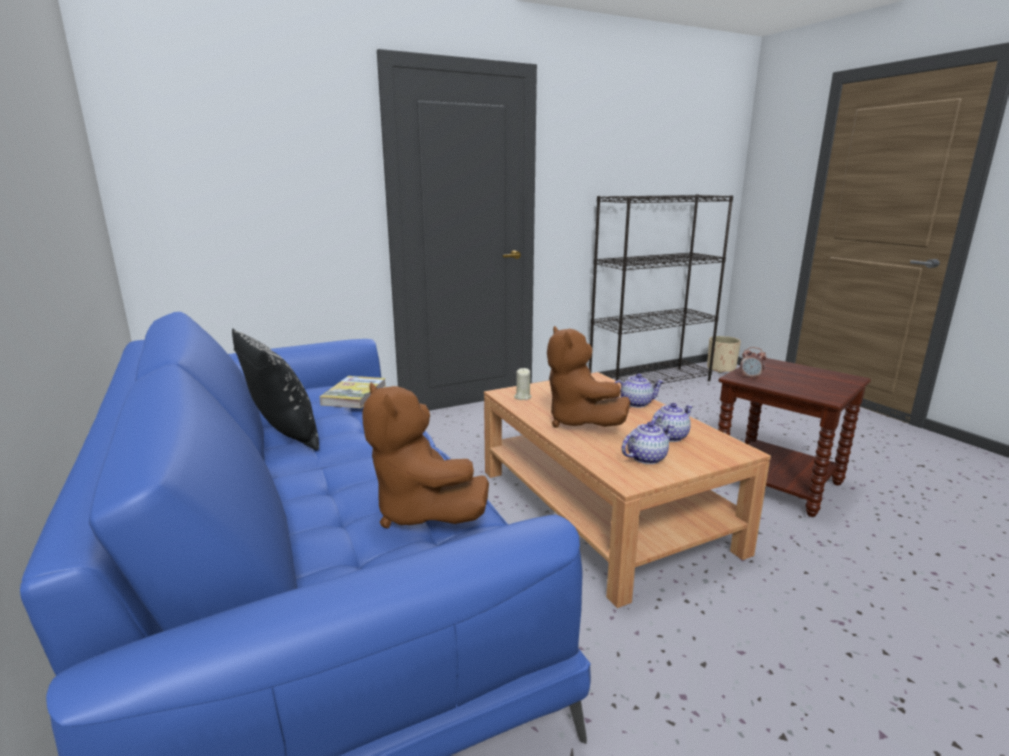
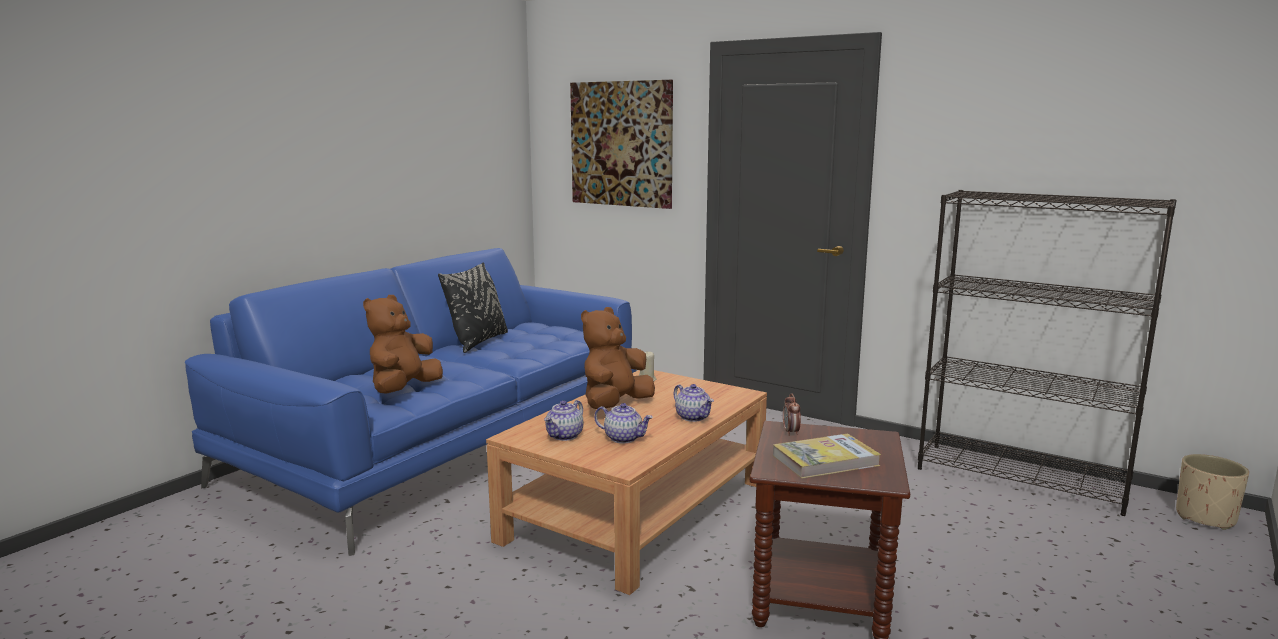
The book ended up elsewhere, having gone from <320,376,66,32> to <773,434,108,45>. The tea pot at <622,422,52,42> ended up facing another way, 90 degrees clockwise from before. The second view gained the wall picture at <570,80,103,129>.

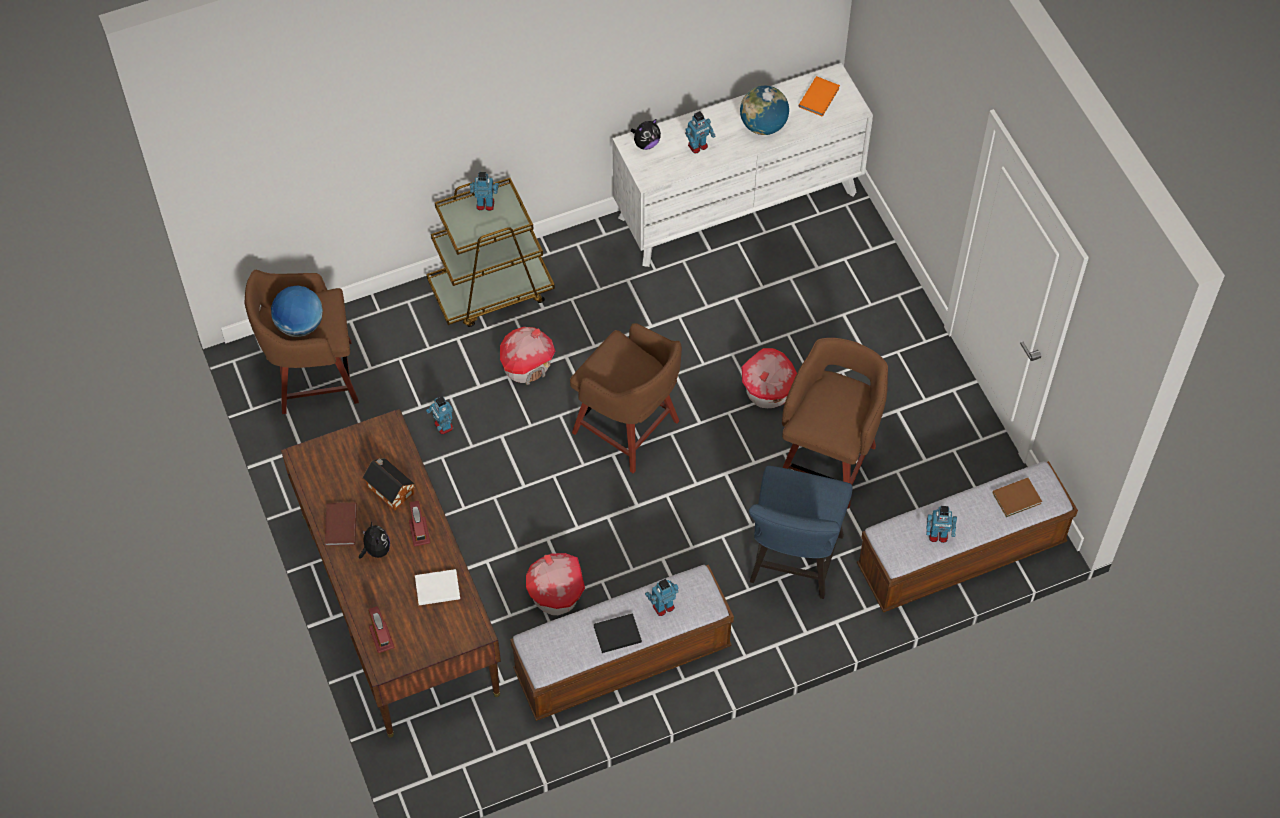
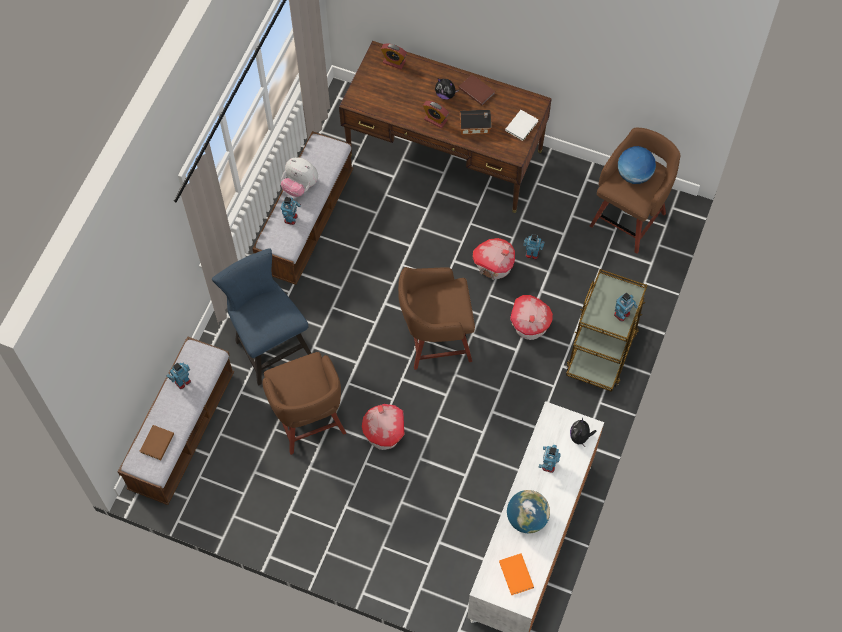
The whitish book ended up elsewhere, having gone from <415,569,45,36> to <505,110,34,31>. The miniature house ended up elsewhere, having gone from <526,553,59,62> to <472,238,43,42>. Where the black book stood at <594,613,48,40>, the soft toy came to stand at <281,157,37,40>.

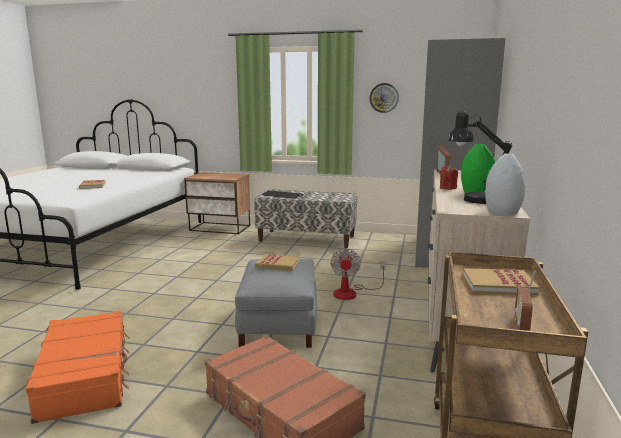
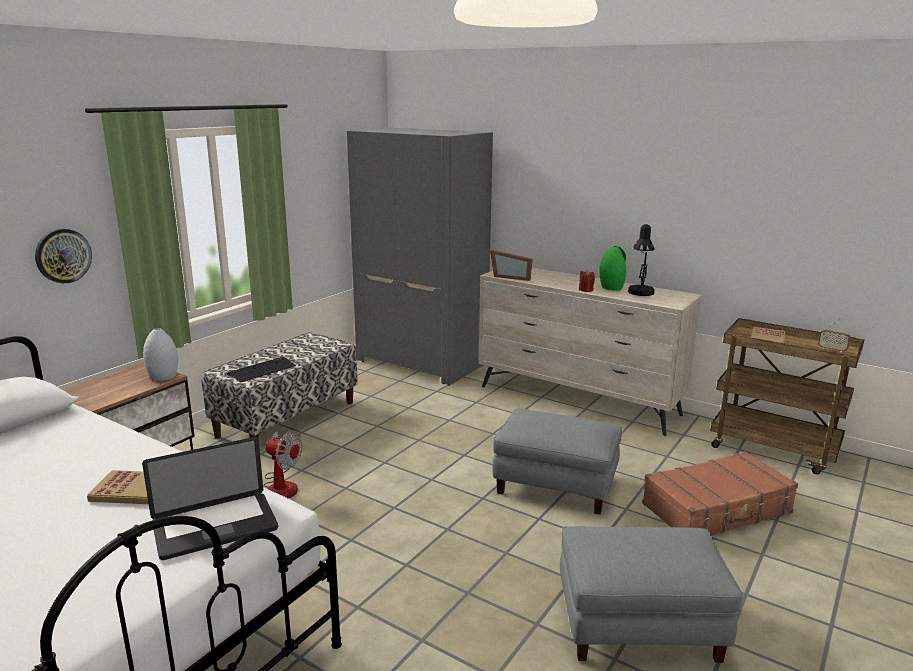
Where the orange suitcase stood at <25,311,105,113>, the grey pouffe came to stand at <560,526,183,137>. The second view lost the book at <255,254,45,17>. The fan ended up elsewhere, having gone from <331,249,55,51> to <263,431,40,67>. The hanging clock ended up elsewhere, having gone from <370,83,29,30> to <35,229,57,54>. The grey vase ended up elsewhere, having gone from <485,153,41,62> to <143,328,35,53>. The second view gained the laptop at <142,437,136,123>.

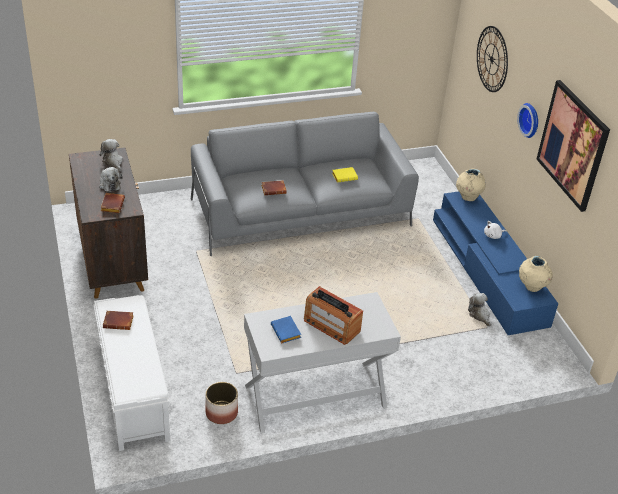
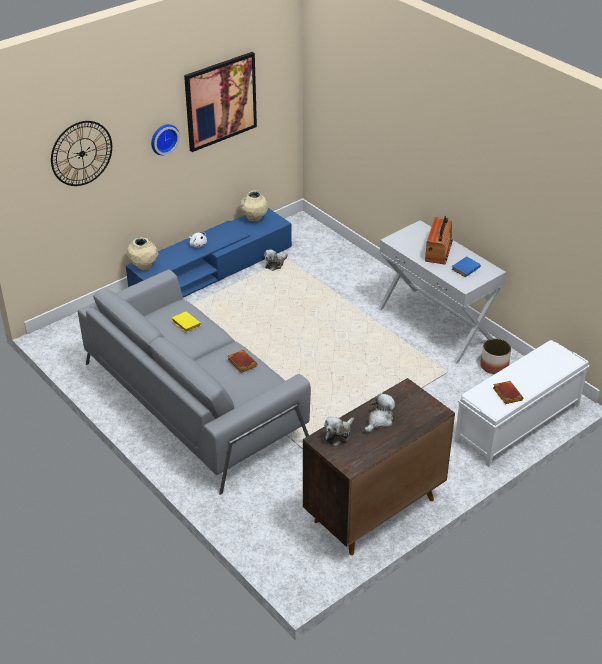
The second view lost the brown book at <101,193,24,20>.

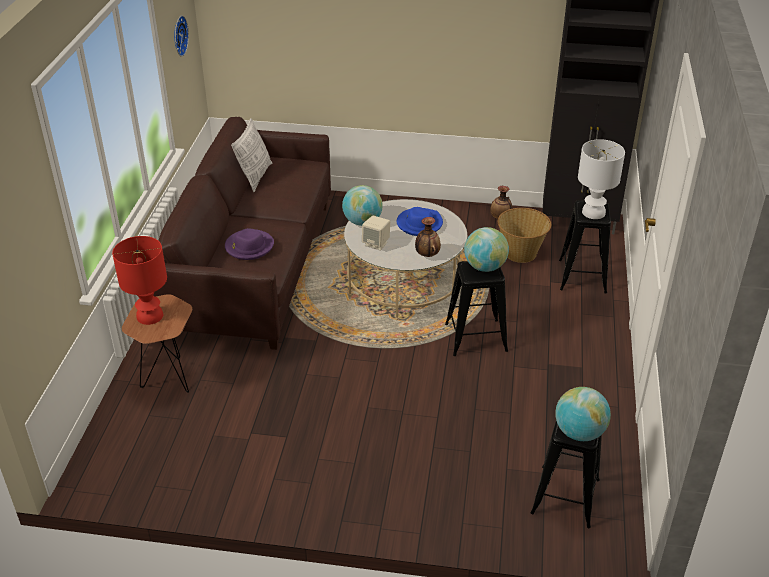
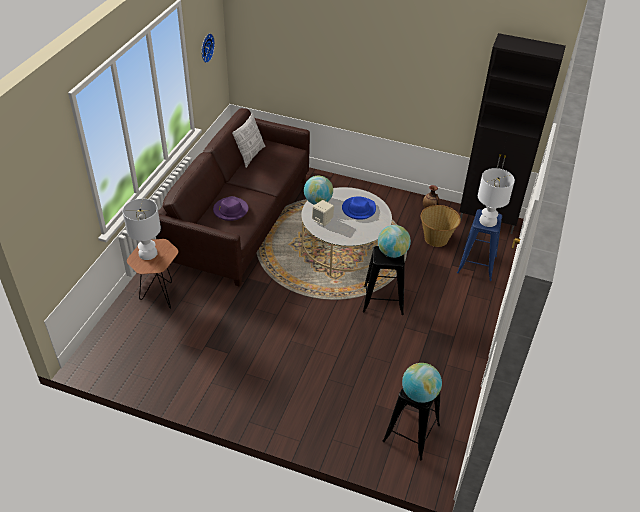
What was the red-coloured table lamp at <112,236,55,89> turned into the whitish table lamp at <123,199,38,61>. The second view lost the vase at <415,217,26,40>. What was the black stool at <559,200,52,94> turned into the bluish stool at <457,209,45,72>.

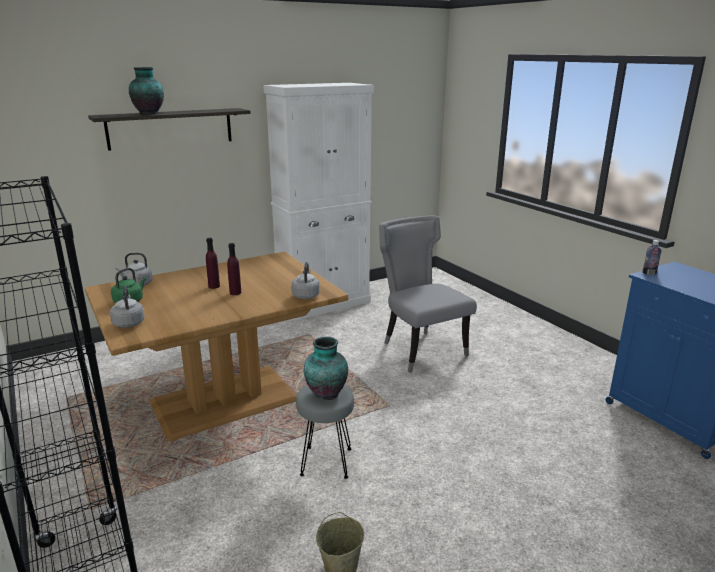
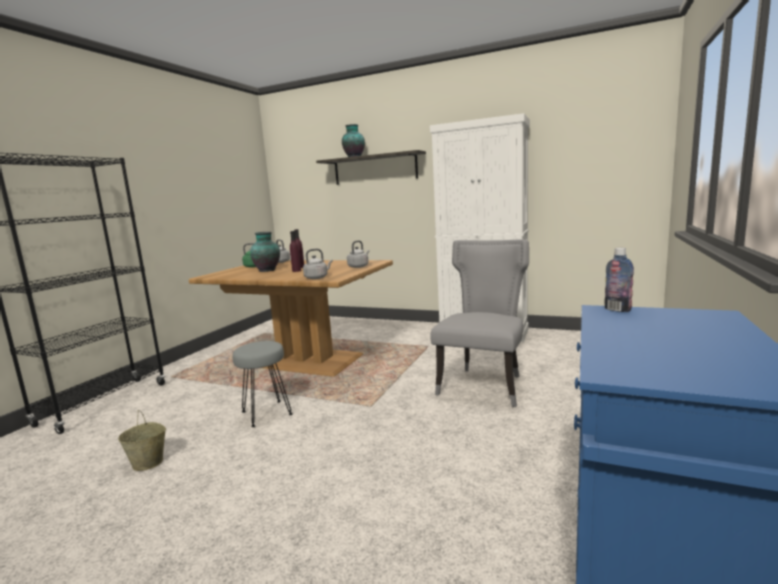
The grey water kettle ended up elsewhere, having gone from <110,286,35,42> to <347,240,22,28>. The vase ended up elsewhere, having gone from <304,337,44,63> to <250,232,30,40>.

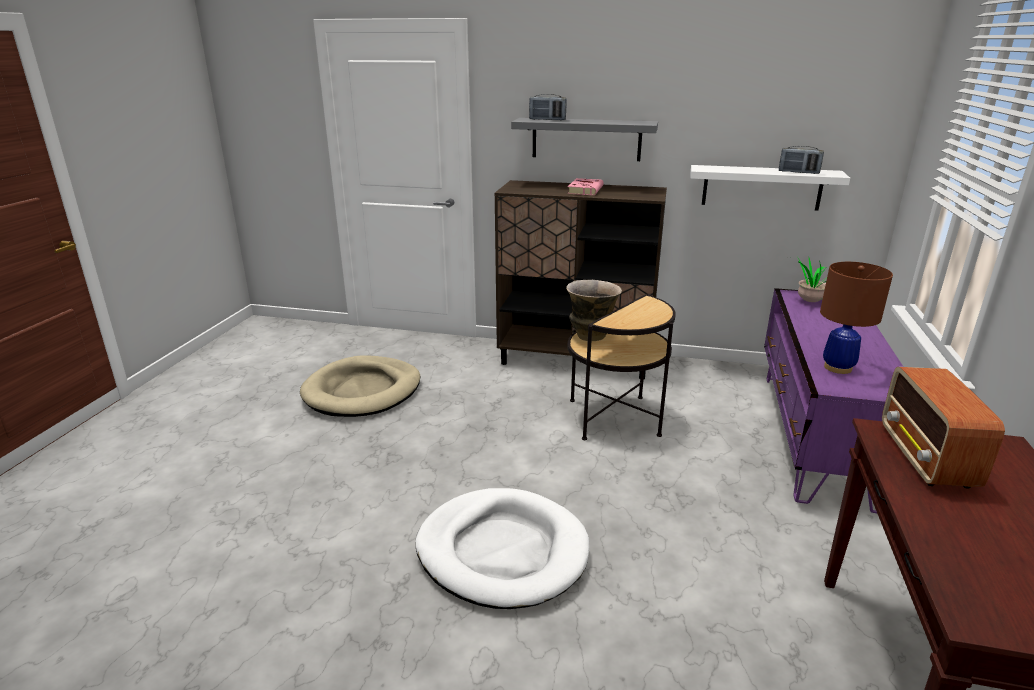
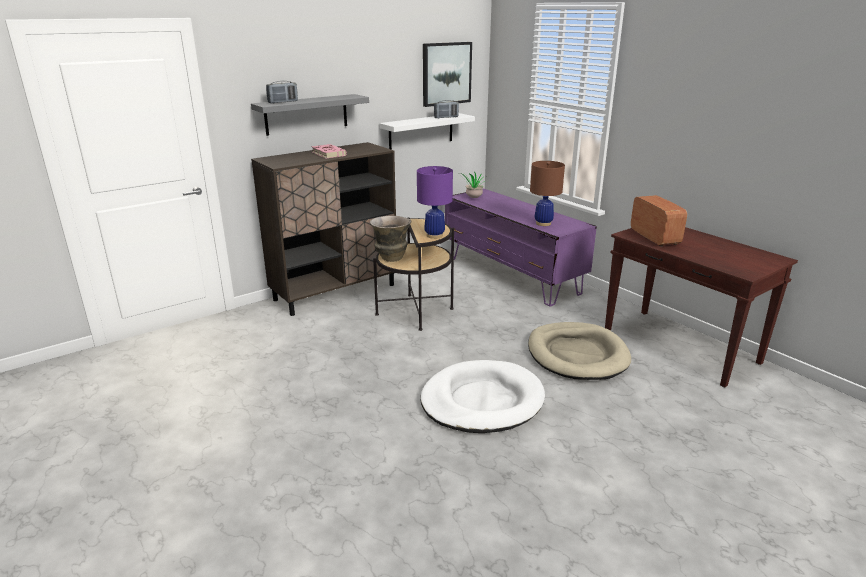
The beige-coloured dog bed ended up elsewhere, having gone from <300,355,120,62> to <528,322,103,58>. The radio at <882,367,123,122> ended up facing another way, 150 degrees counterclockwise from before. The second view gained the purple-coloured table lamp at <417,166,36,73>. The second view gained the wall picture at <423,42,49,65>.

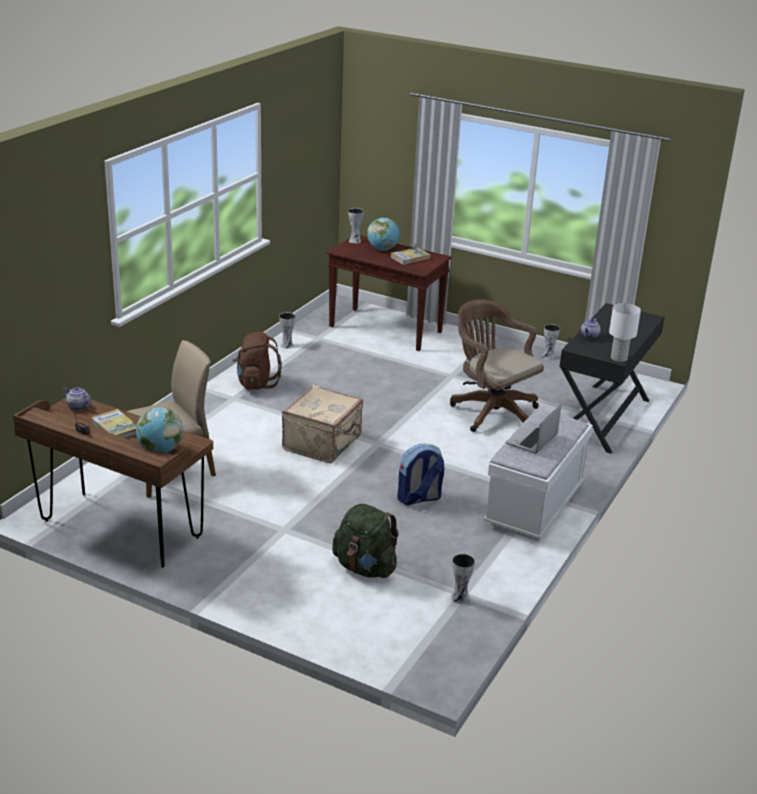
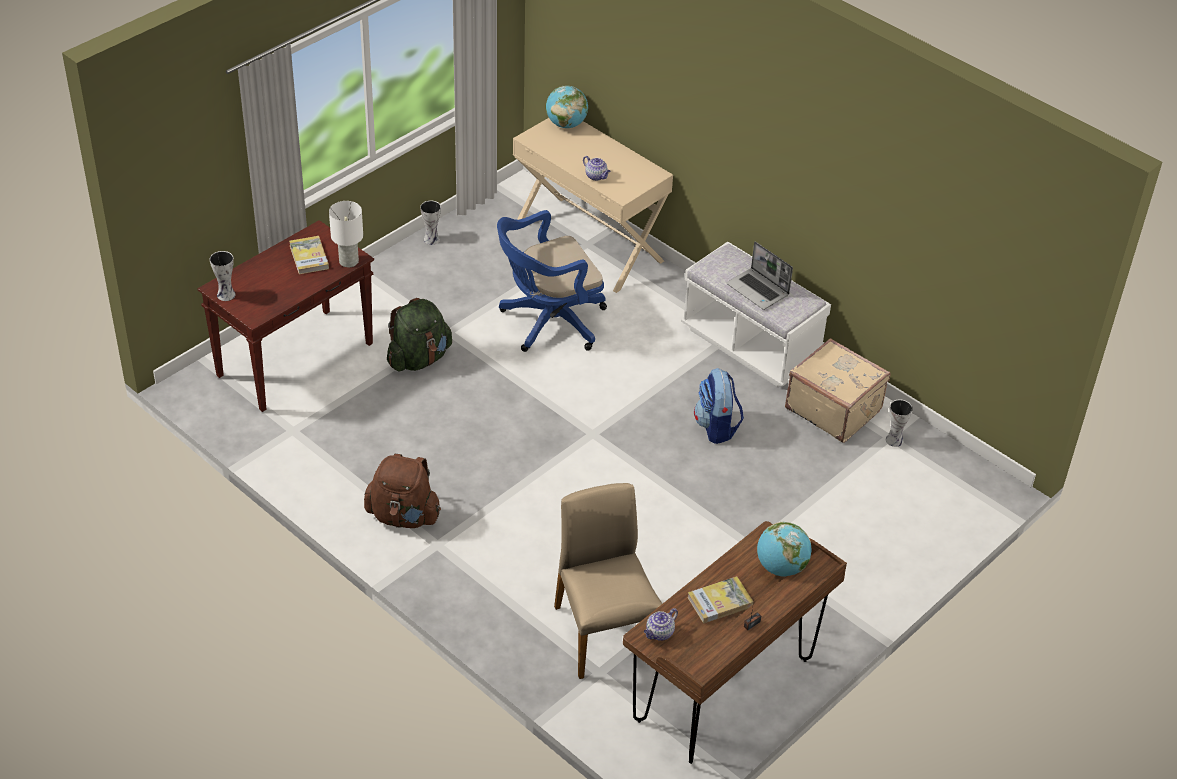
The second view lost the vase at <279,312,16,37>. The beige-coloured suitcase ended up elsewhere, having gone from <282,385,81,78> to <785,338,106,105>. The greenish rucksack ended up elsewhere, having gone from <332,504,67,74> to <387,298,65,73>. The globe ended up elsewhere, having gone from <367,218,33,33> to <546,85,42,43>. What was the brown office chair at <450,299,94,133> turned into the bluish office chair at <497,210,110,142>. What was the black desk table at <559,303,106,151> turned into the beige-coloured desk table at <513,118,160,175>. The whitish table lamp ended up elsewhere, having gone from <609,303,32,59> to <329,201,34,66>.

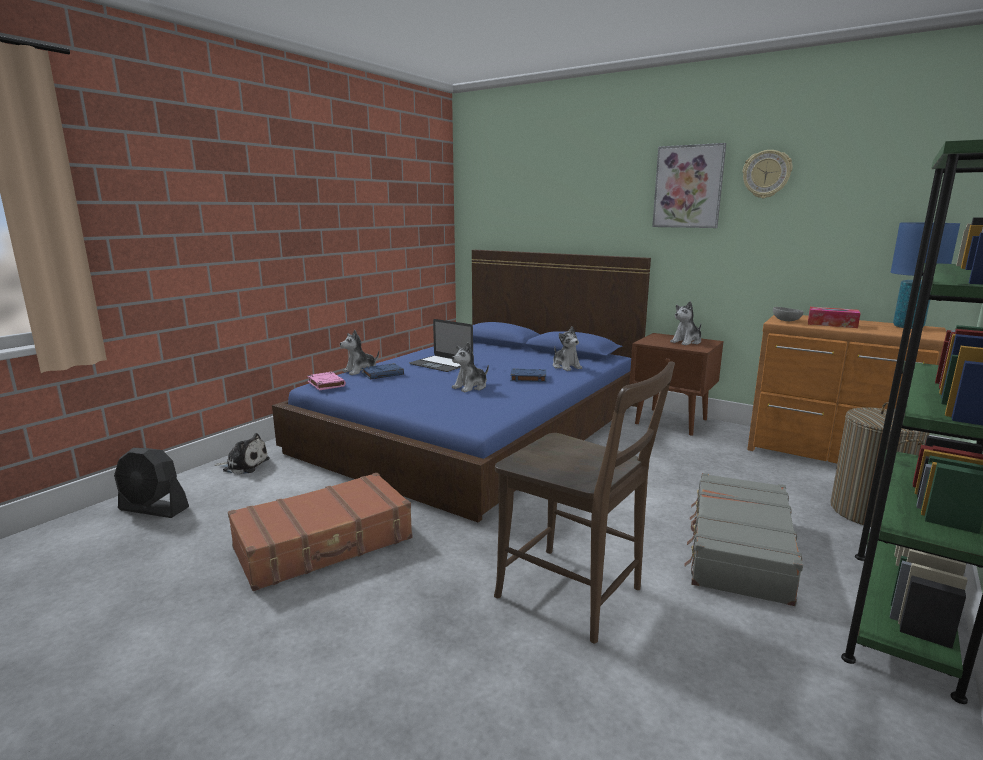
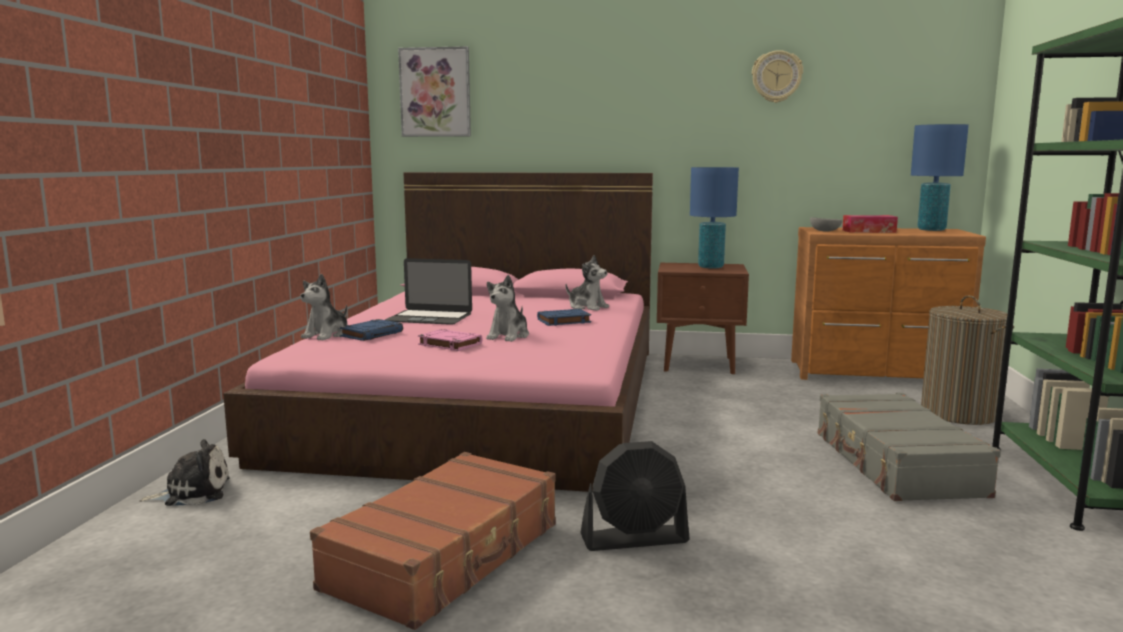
The black fan ended up elsewhere, having gone from <114,448,75,70> to <580,441,110,110>. What was the bluish bed at <272,250,379,272> turned into the pinkish bed at <223,172,430,320>. The pinkish book ended up elsewhere, having gone from <307,372,39,19> to <418,329,65,22>. The second view lost the brown upright chair at <494,361,181,282>. The wall picture ended up elsewhere, having gone from <652,143,74,85> to <398,46,73,91>. Where the soft toy stood at <670,301,31,44>, the bluish table lamp came to stand at <690,167,49,102>.

